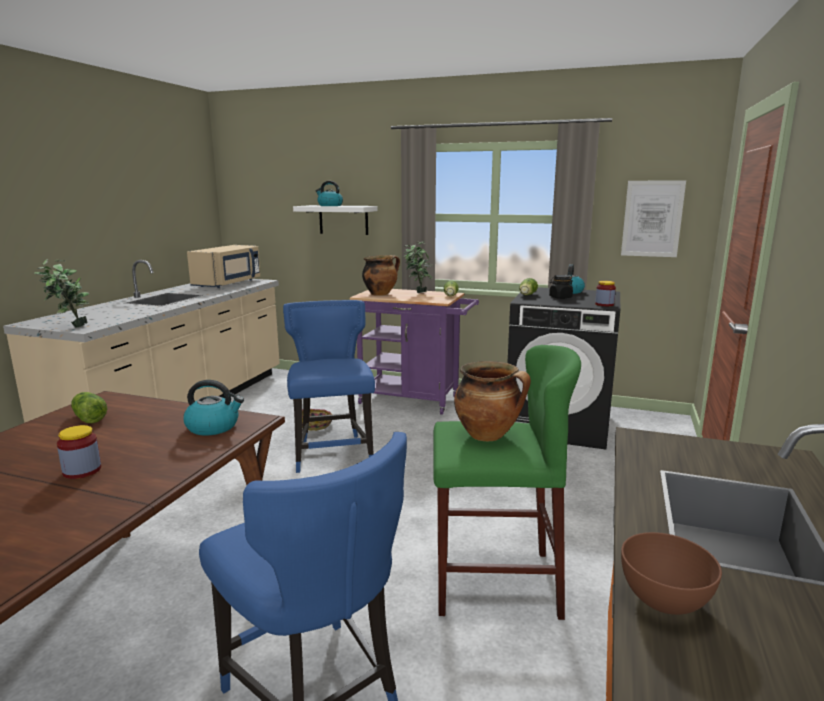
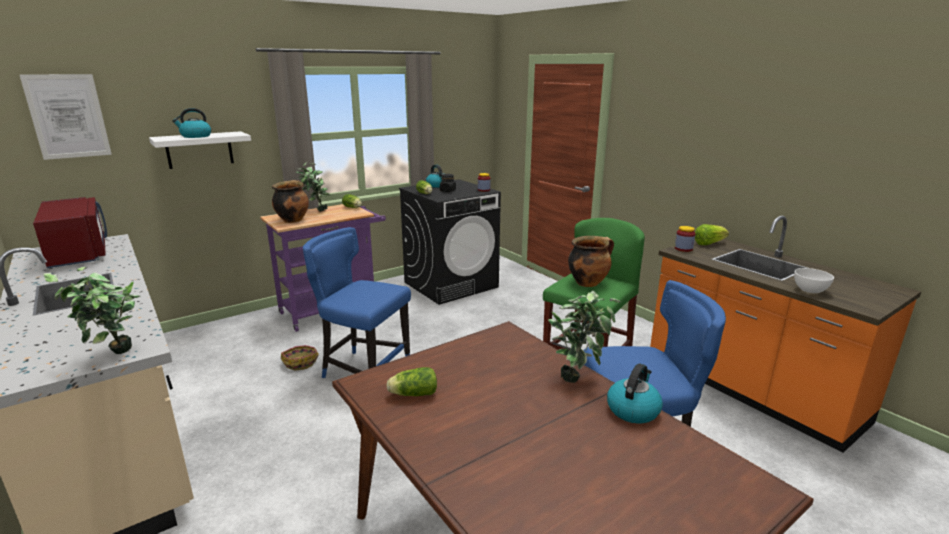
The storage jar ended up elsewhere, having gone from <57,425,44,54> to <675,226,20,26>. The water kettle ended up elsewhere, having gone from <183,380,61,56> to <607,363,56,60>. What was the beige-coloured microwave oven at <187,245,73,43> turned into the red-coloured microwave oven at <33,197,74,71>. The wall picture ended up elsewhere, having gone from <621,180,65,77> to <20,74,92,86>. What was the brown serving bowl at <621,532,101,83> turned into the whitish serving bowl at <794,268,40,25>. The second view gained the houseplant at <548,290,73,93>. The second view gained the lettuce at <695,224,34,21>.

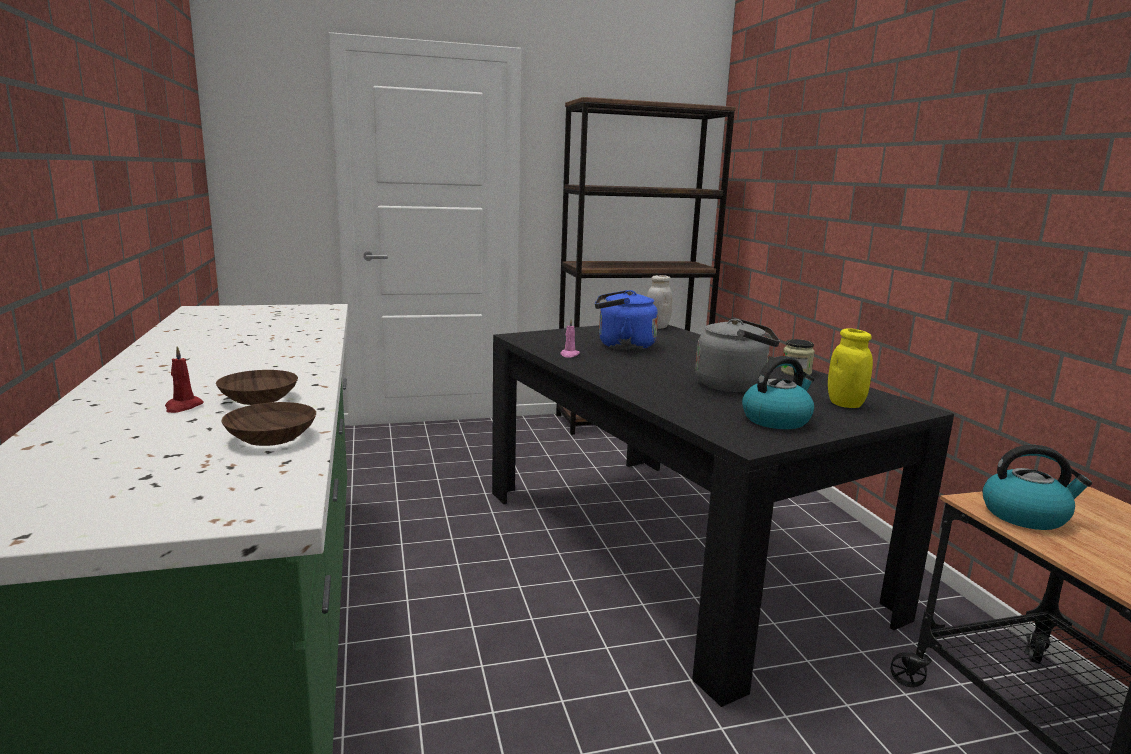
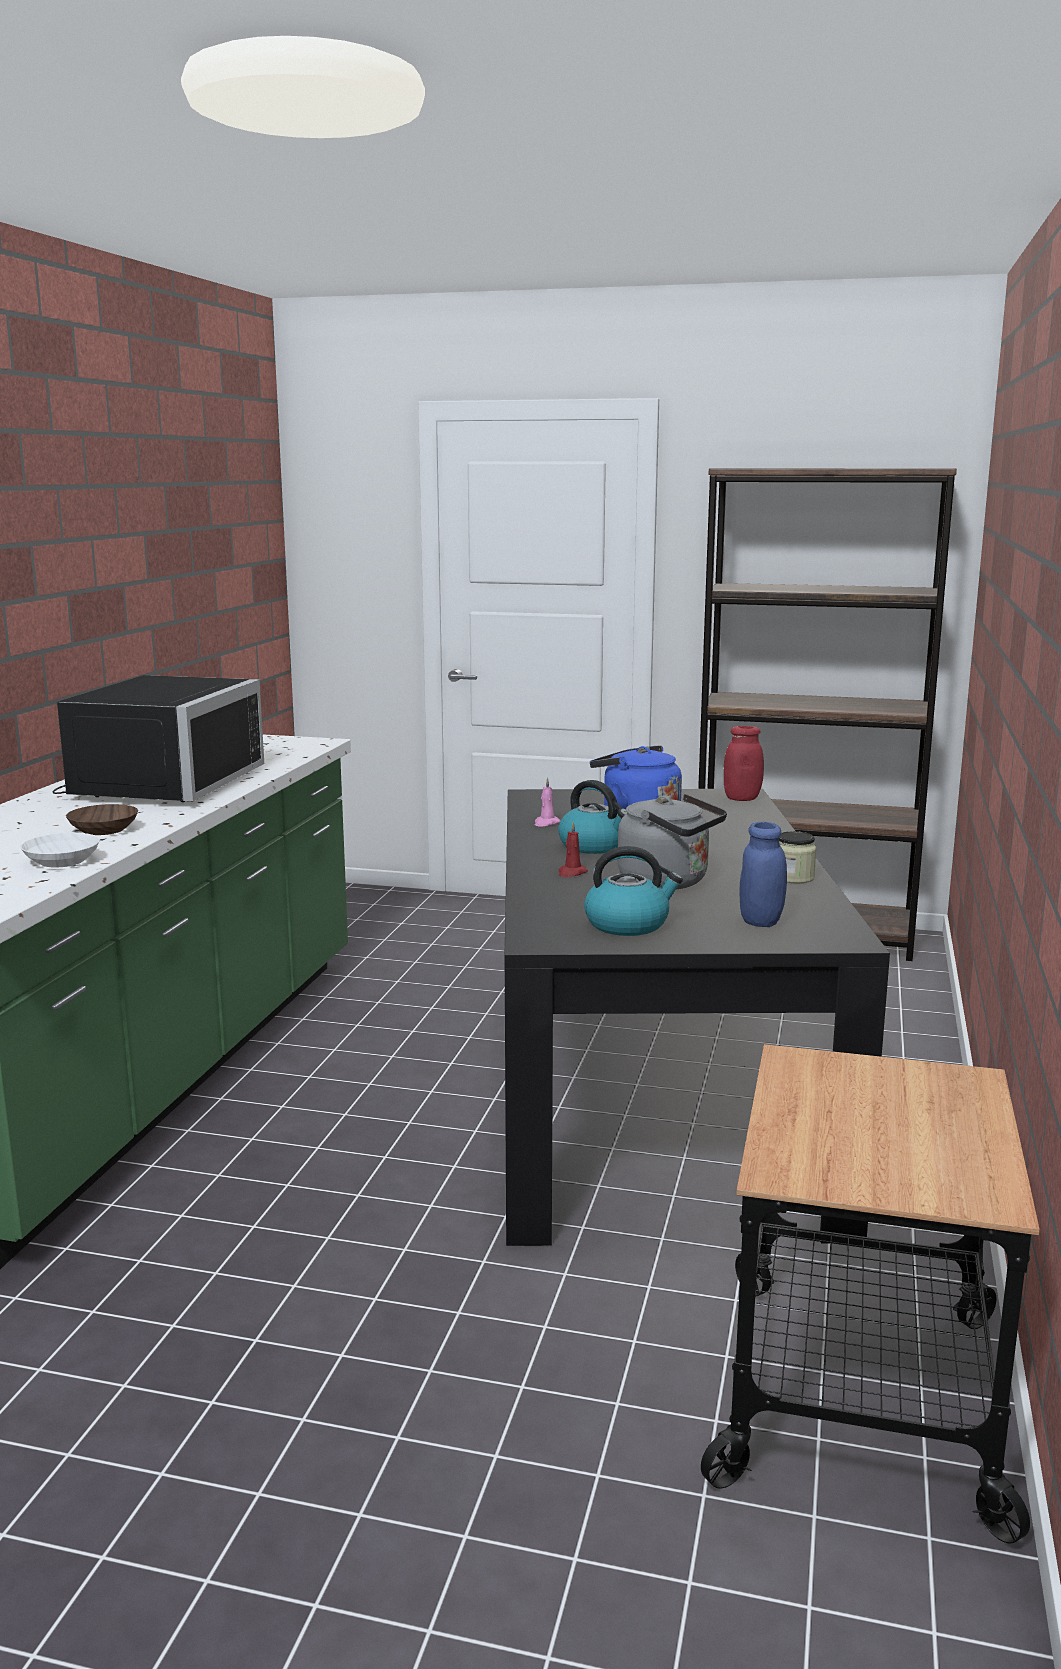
The red-coloured wax candle ended up elsewhere, having gone from <165,346,39,67> to <558,822,30,55>. What was the brown serving bowl at <221,402,95,44> turned into the whitish serving bowl at <21,833,79,34>. What was the whitish storage jar at <647,275,25,54> turned into the red-coloured storage jar at <724,726,40,75>. What was the yellow storage jar at <828,328,45,80> turned into the bluish storage jar at <739,822,48,105>. The water kettle ended up elsewhere, having gone from <982,445,110,85> to <558,780,69,74>. The second view gained the black microwave oven at <52,675,212,127>.

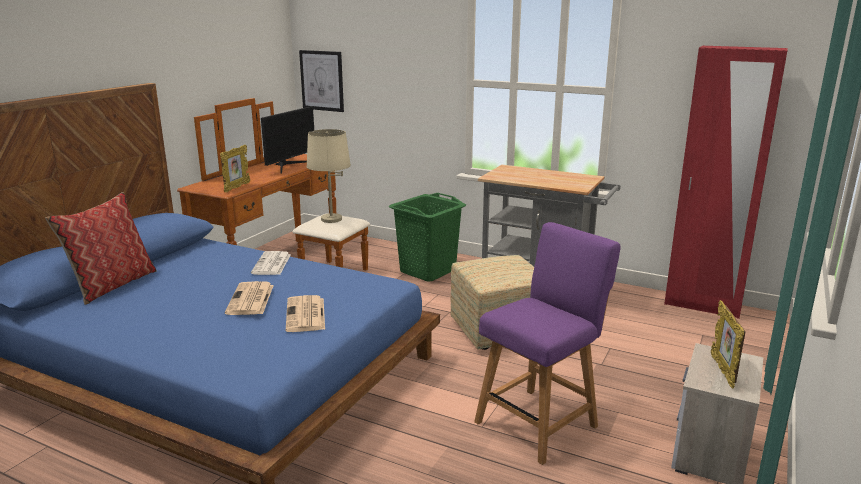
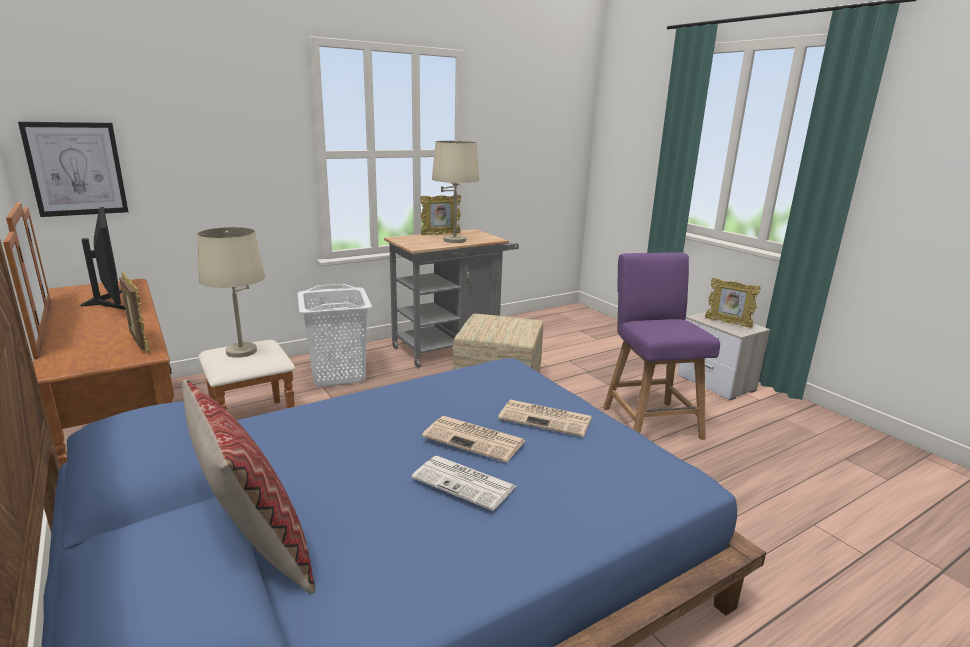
The daily paper ended up elsewhere, having gone from <251,251,40,24> to <411,456,105,55>. What was the greenish hamper at <389,193,77,89> turned into the whitish hamper at <298,284,74,103>. The second view lost the red-coloured armoire at <664,46,124,273>. The second view gained the standing frame at <420,195,41,41>. The second view gained the beige-coloured table lamp at <432,140,47,103>.

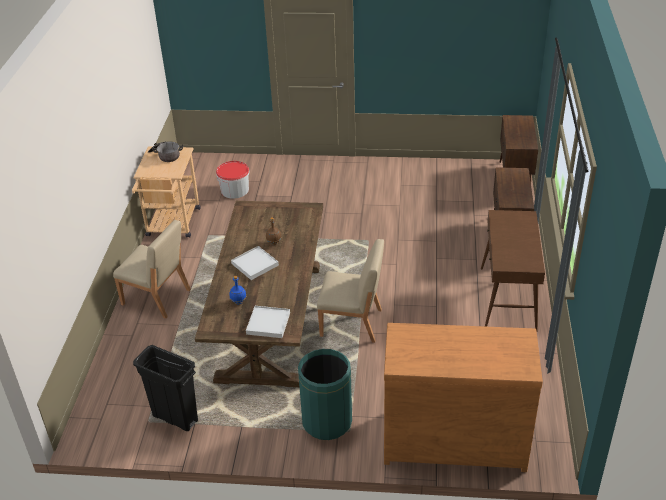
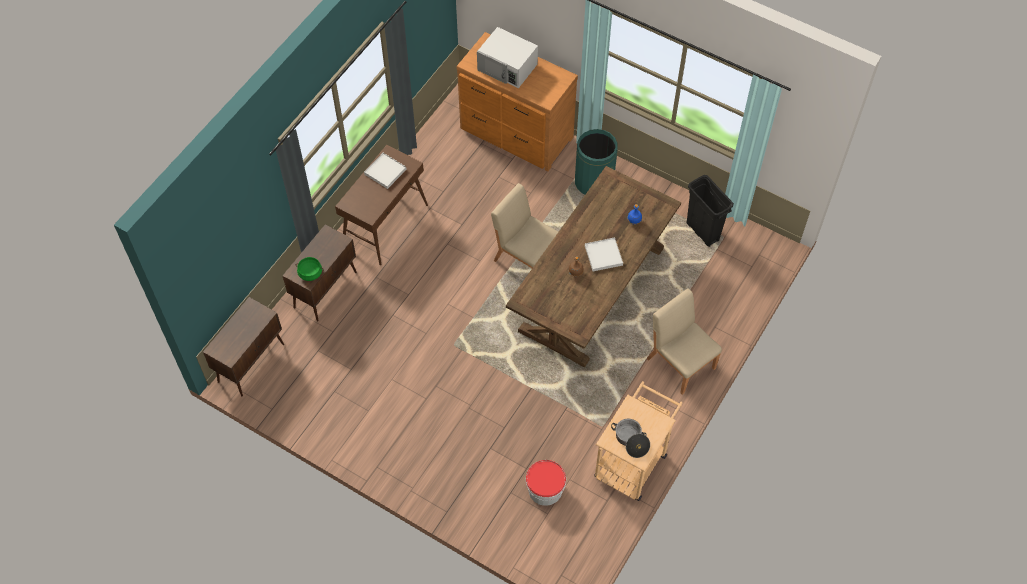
The whitish carrying tray ended up elsewhere, having gone from <246,306,44,32> to <364,153,43,36>. The second view gained the greenish stockpot at <295,257,29,24>. The second view gained the whitish microwave oven at <477,27,61,61>.

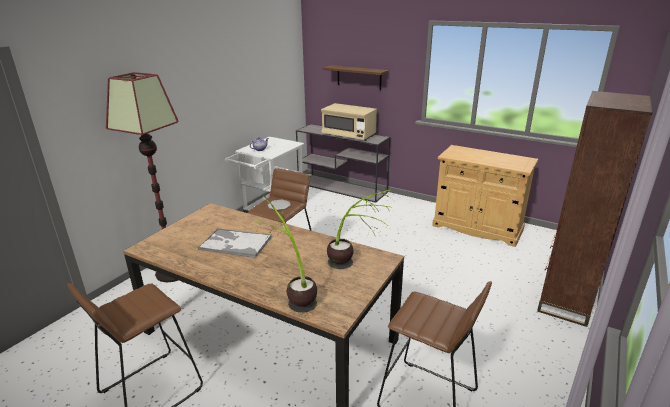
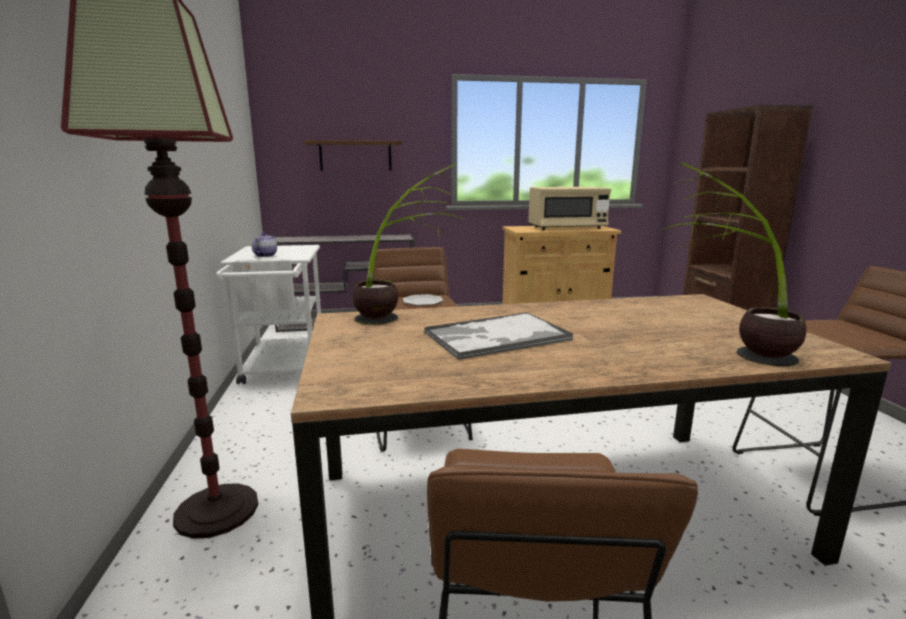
The beige-coloured microwave oven ended up elsewhere, having gone from <321,103,56,38> to <528,187,83,43>. The houseplant ended up elsewhere, having gone from <327,189,65,80> to <353,164,111,161>.

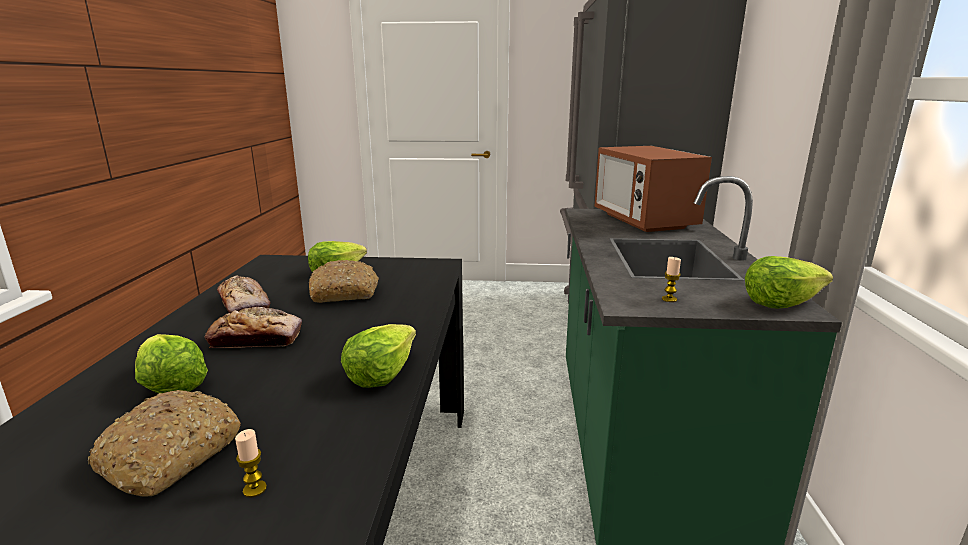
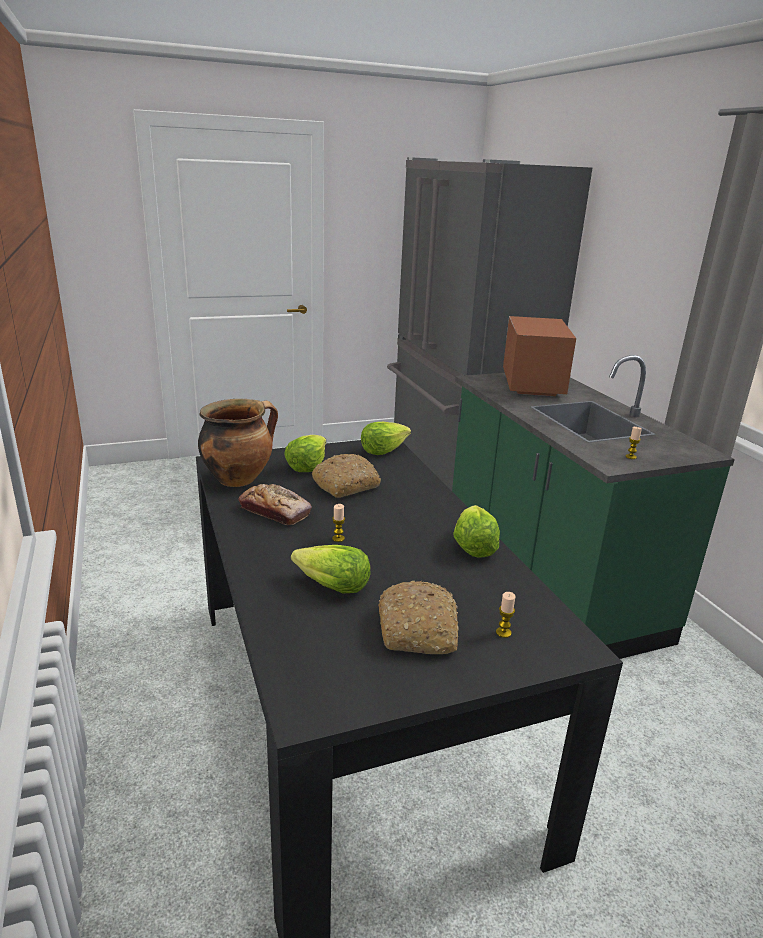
Where the baked bread stood at <205,307,97,41>, the wax candle came to stand at <332,504,13,38>. The microwave oven at <595,146,117,86> ended up facing another way, 135 degrees counterclockwise from before. The lettuce ended up elsewhere, having gone from <745,256,88,52> to <361,422,50,33>. The second view gained the stockpot at <198,399,80,88>.

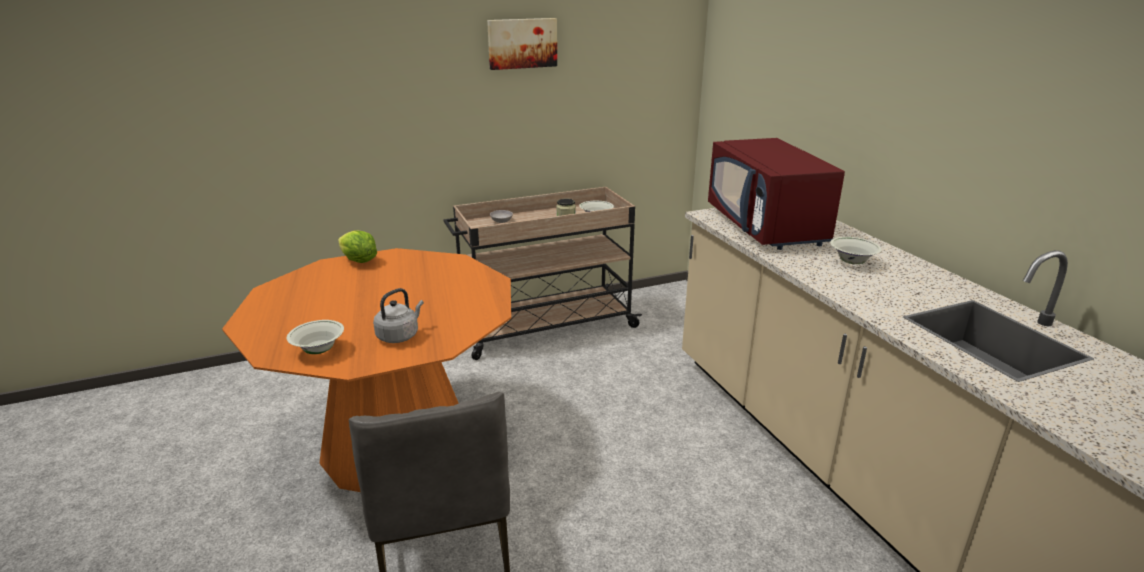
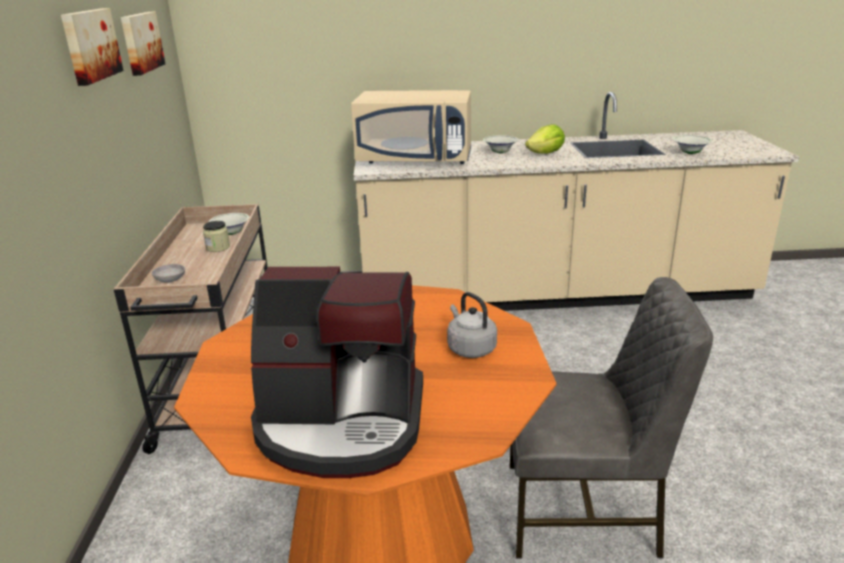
The whitish serving bowl ended up elsewhere, having gone from <287,320,57,34> to <673,135,39,19>. The lettuce ended up elsewhere, having gone from <338,230,39,33> to <525,124,40,30>. What was the red-coloured microwave oven at <708,138,137,112> turned into the beige-coloured microwave oven at <351,90,120,74>. The second view gained the wall picture at <121,12,44,64>. The second view gained the coffee maker at <251,267,172,211>.

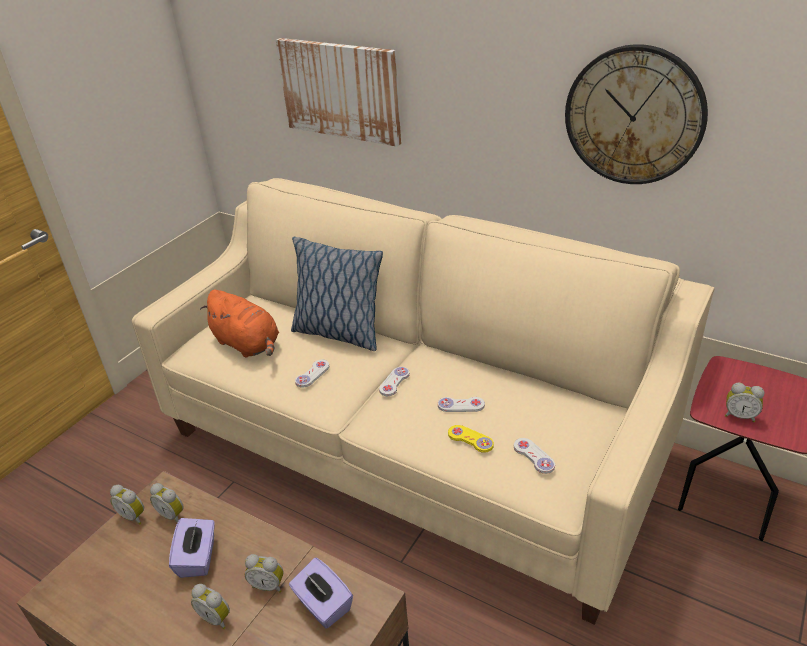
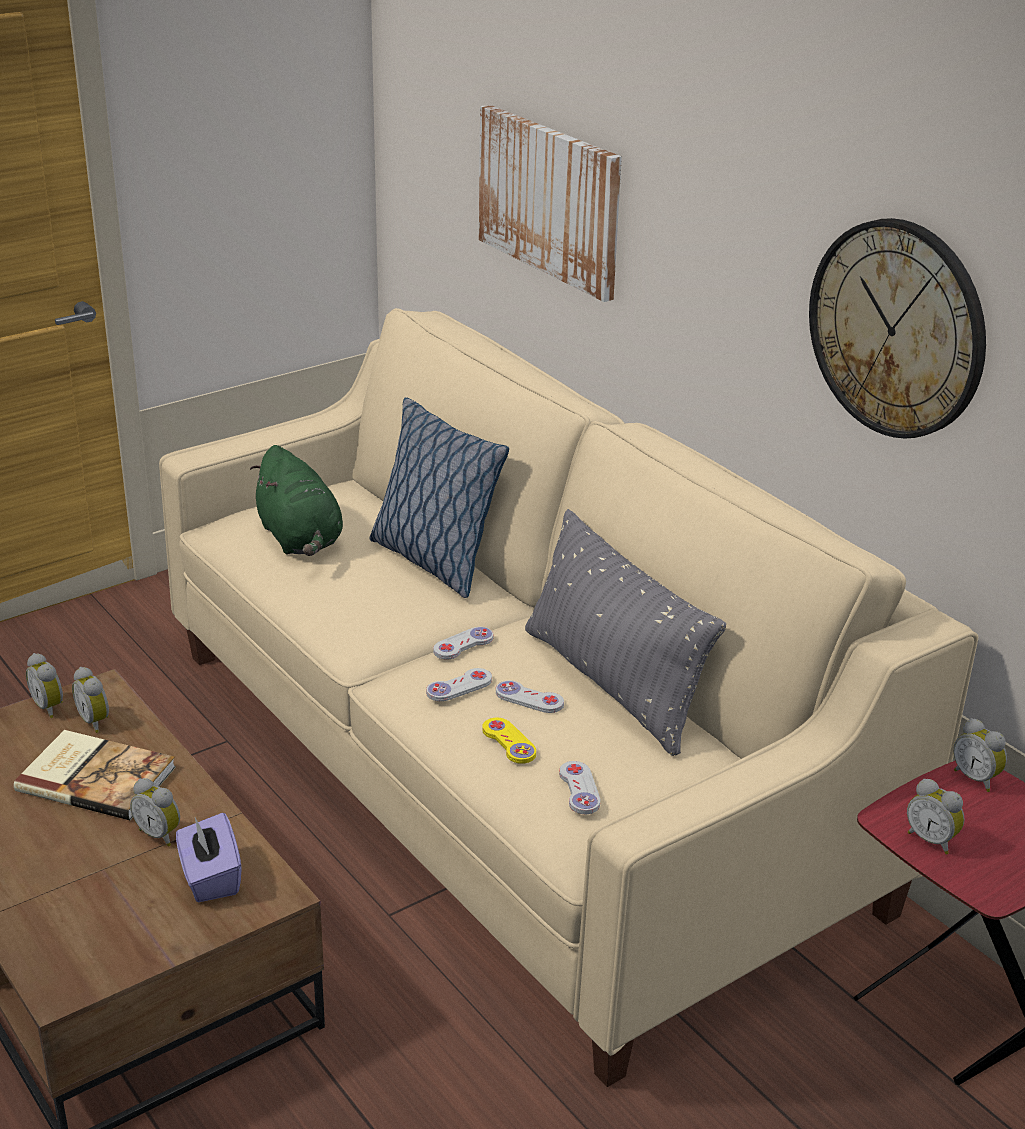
Where the purple-coloured tissue holder stood at <169,518,46,60>, the book came to stand at <14,730,162,90>. The bedside clock ended up elsewhere, having gone from <191,584,39,45> to <953,718,54,74>. What was the orange soft toy at <200,289,79,69> turned into the greenish soft toy at <250,445,93,111>. The whitish joypad ended up elsewhere, having gone from <295,360,34,28> to <426,668,66,33>. The second view gained the grey pillow at <525,509,201,247>.

